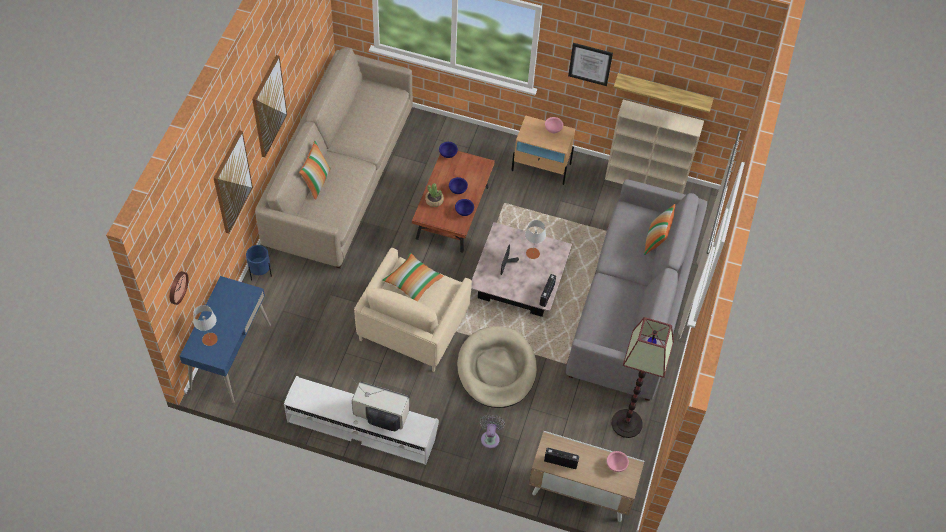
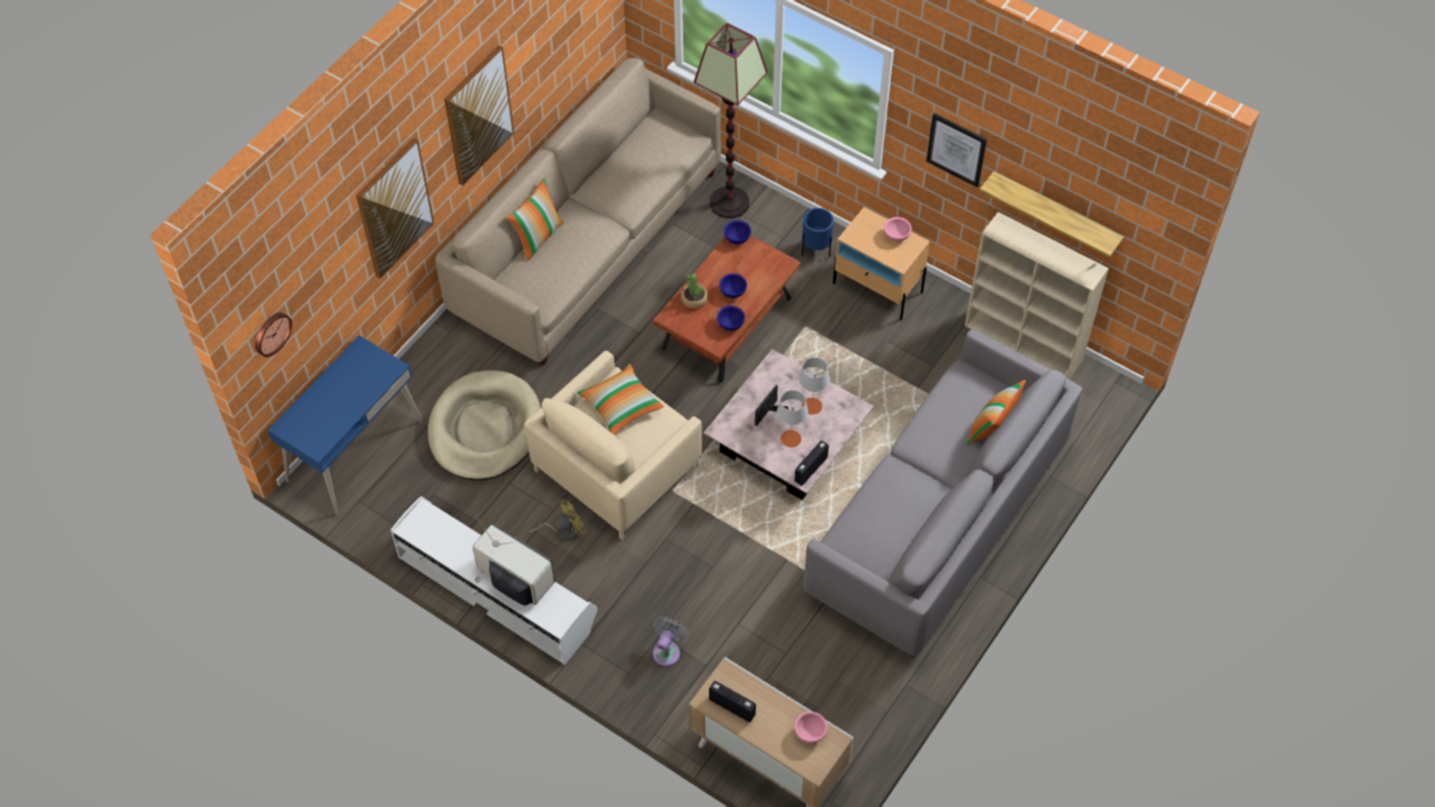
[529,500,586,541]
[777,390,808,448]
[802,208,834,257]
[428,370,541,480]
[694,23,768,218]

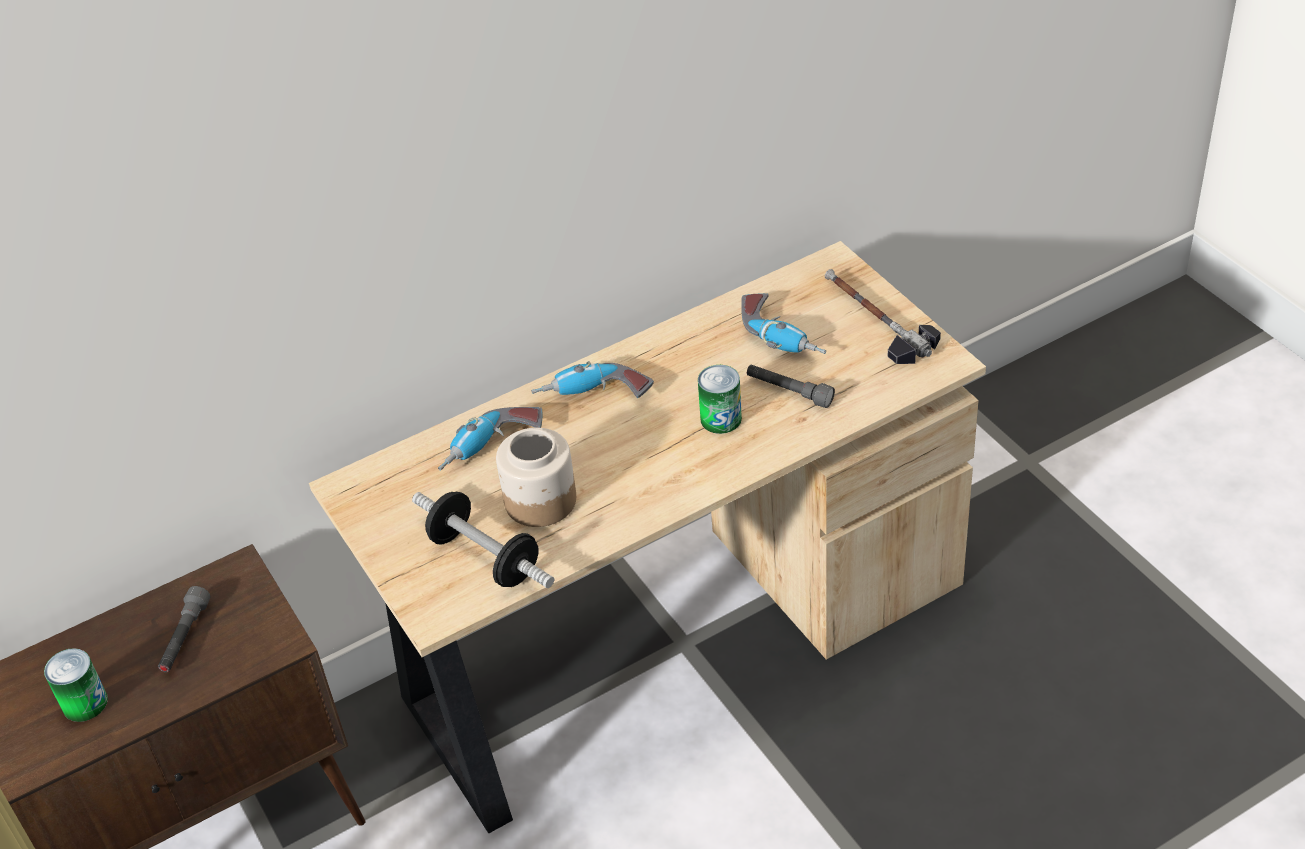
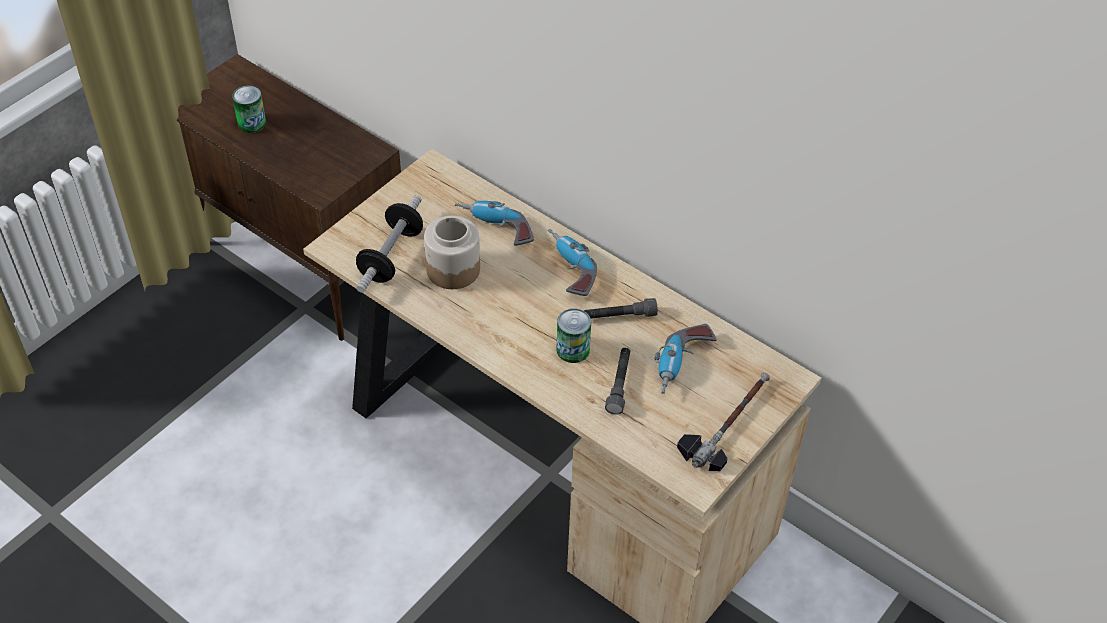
[584,298,658,319]

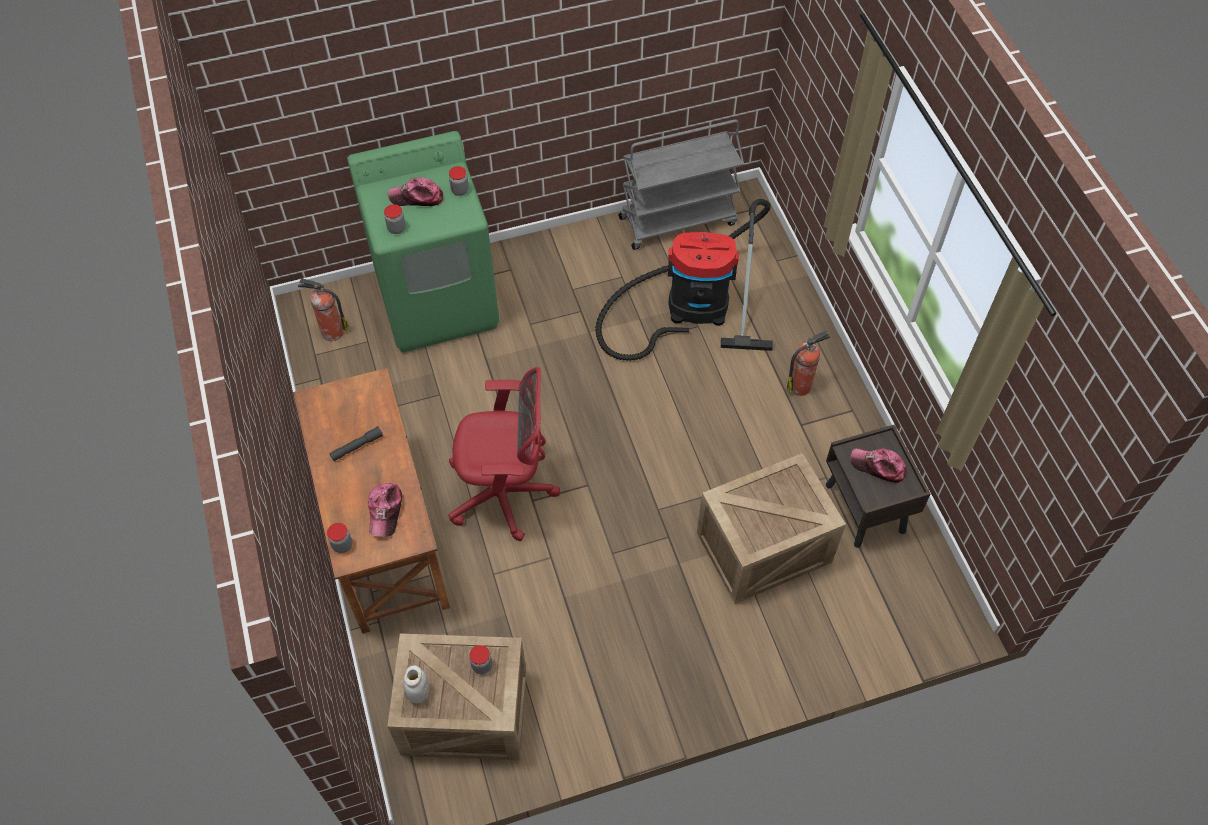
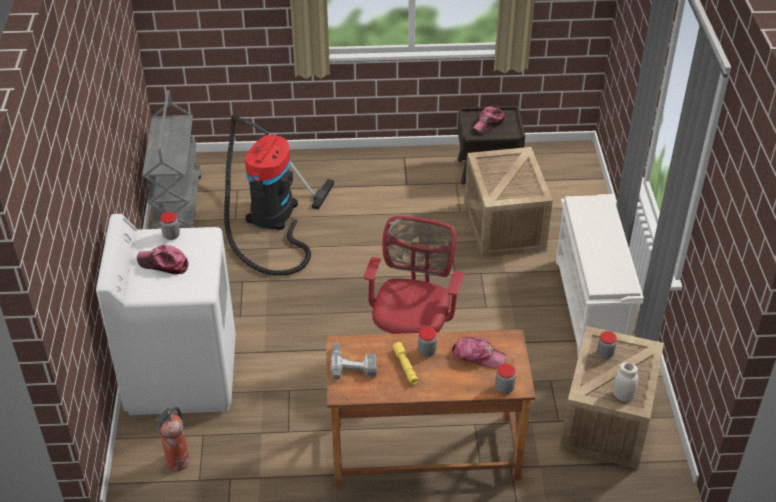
[787,331,830,396] (first image)
[331,342,377,380]
[556,194,644,357]
[418,327,437,356]
[392,342,418,385]
[96,214,236,415]
[137,245,188,274]

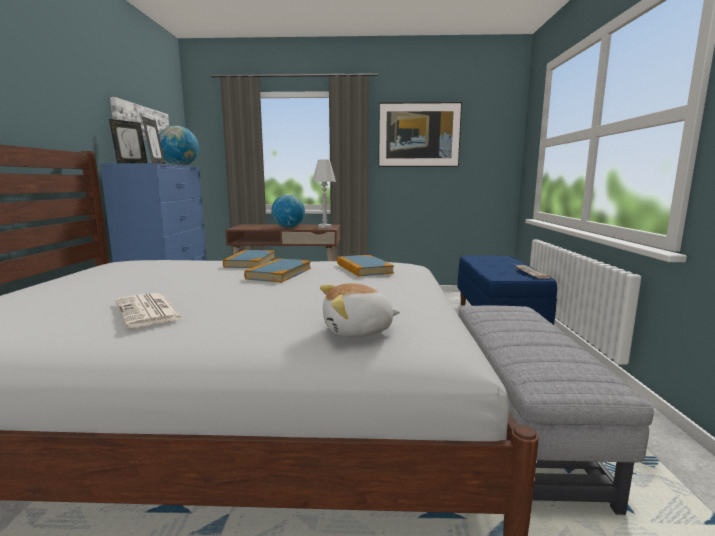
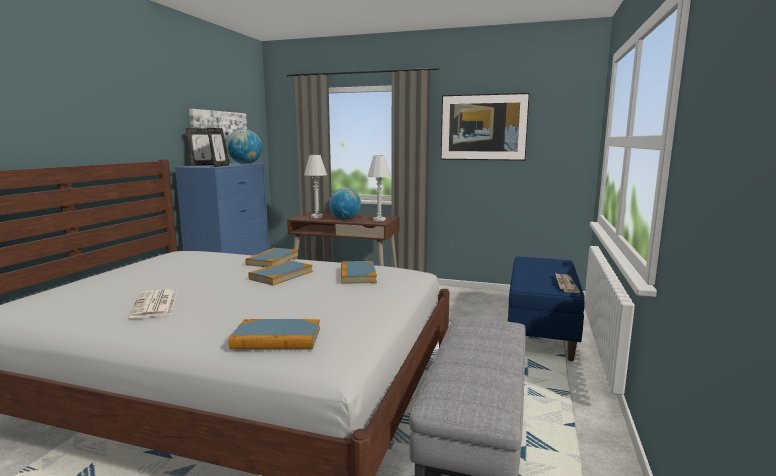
[304,155,327,218]
[228,319,320,349]

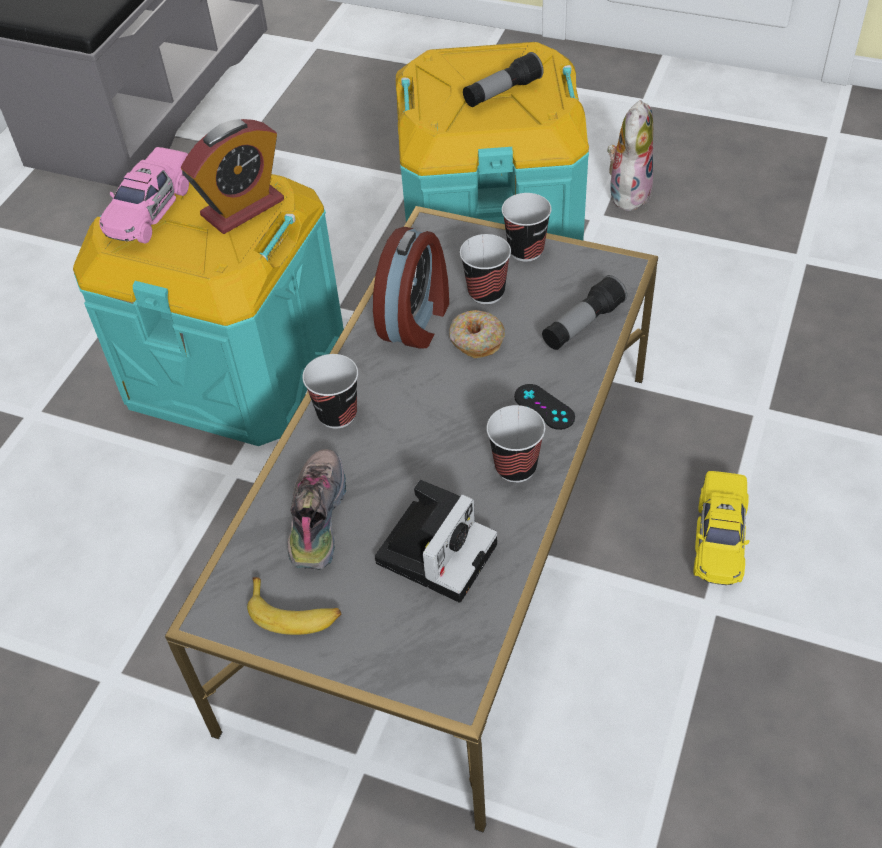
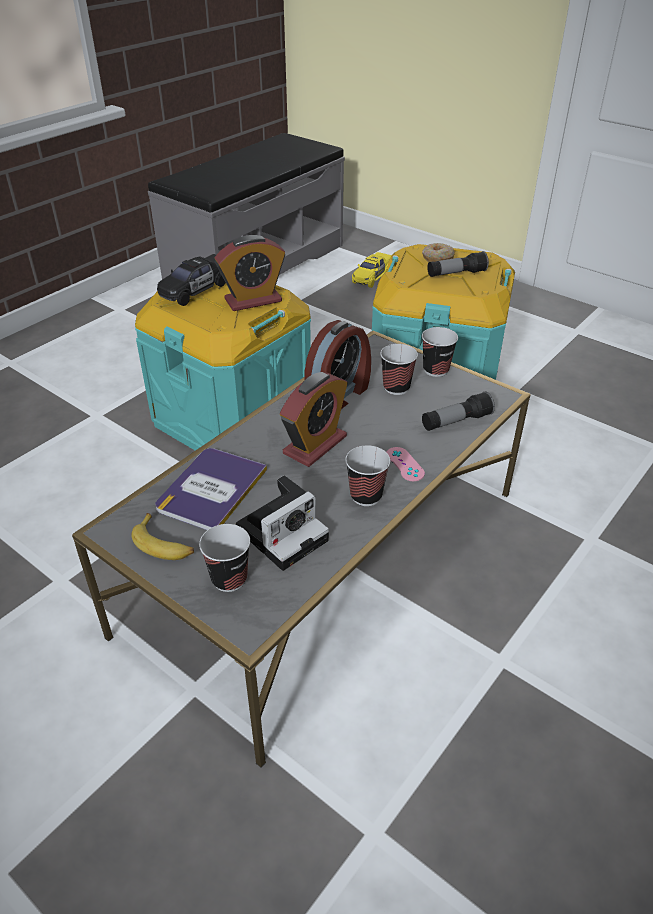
[607,100,653,211] (first image)
[280,372,348,467]
[199,524,250,592]
[422,243,455,262]
[352,252,391,288]
[155,448,267,530]
[157,254,226,306]
[386,447,425,481]

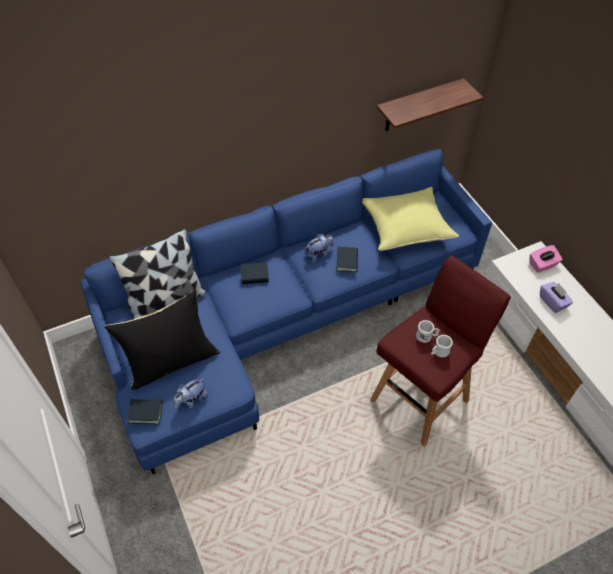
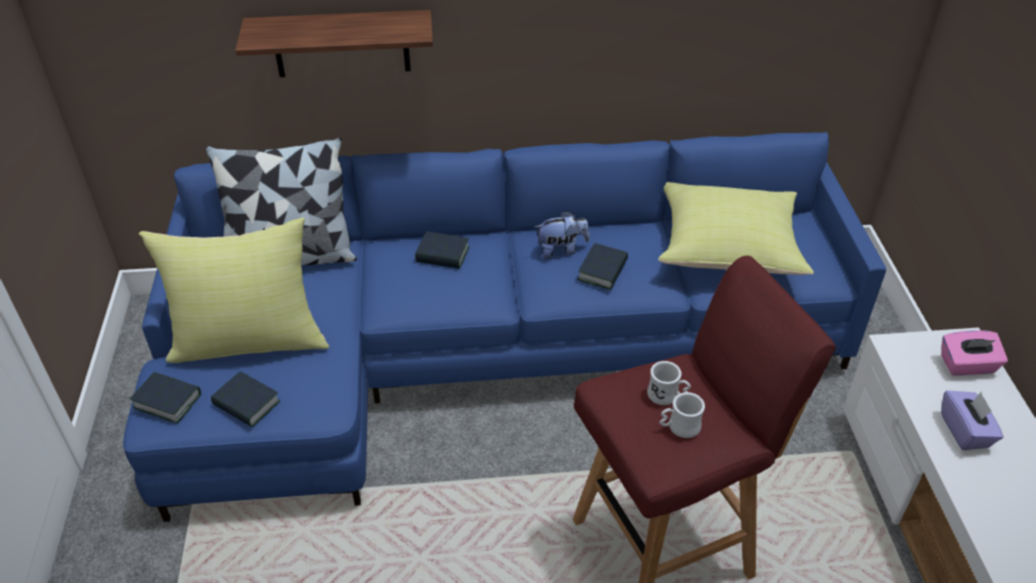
[235,10,433,77]
[211,372,280,427]
[139,218,329,363]

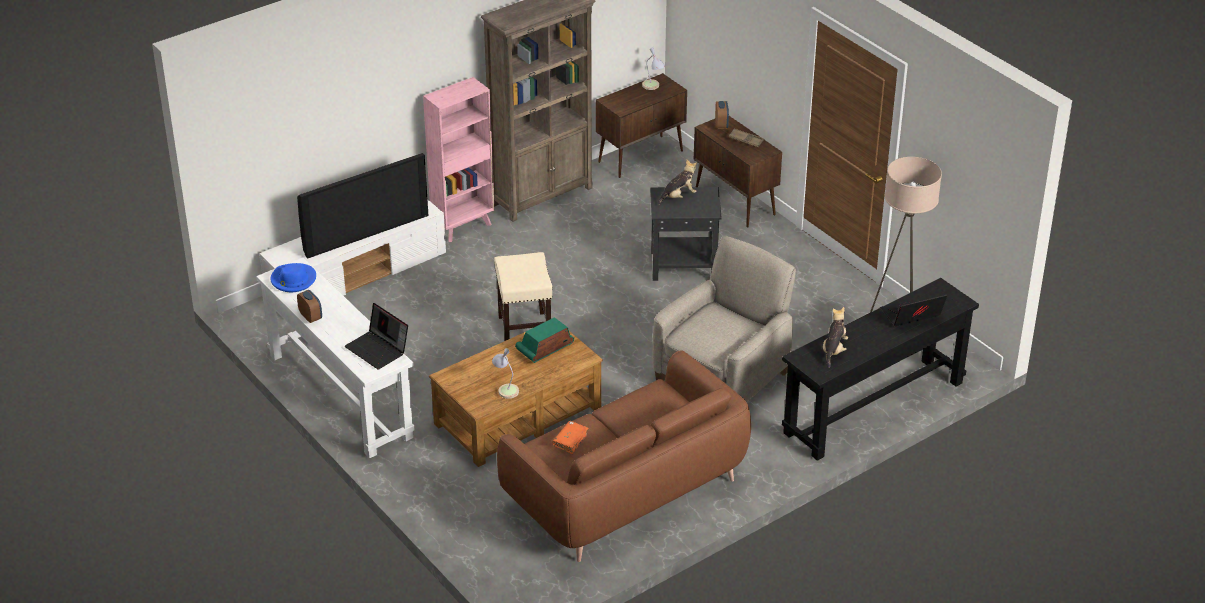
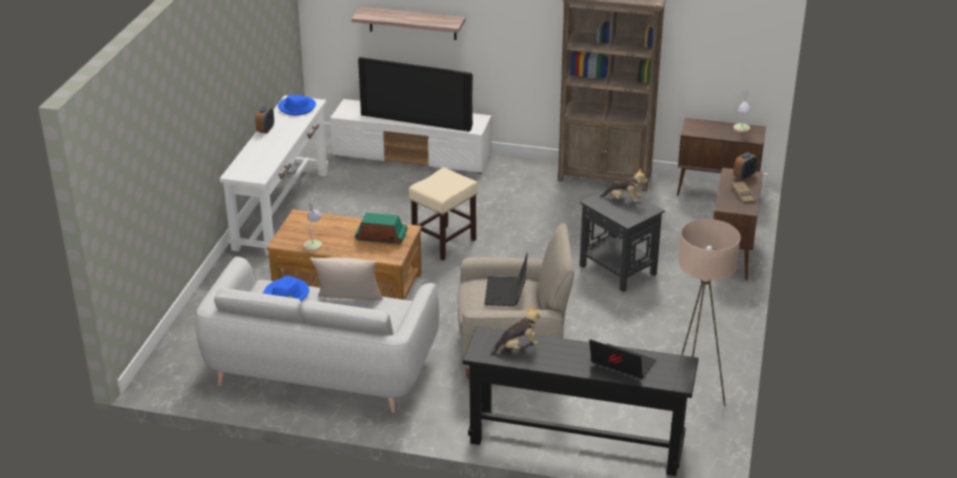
[423,77,494,242] (first image)
[310,257,383,300]
[351,7,466,40]
[484,254,528,306]
[263,276,309,301]
[196,257,439,413]

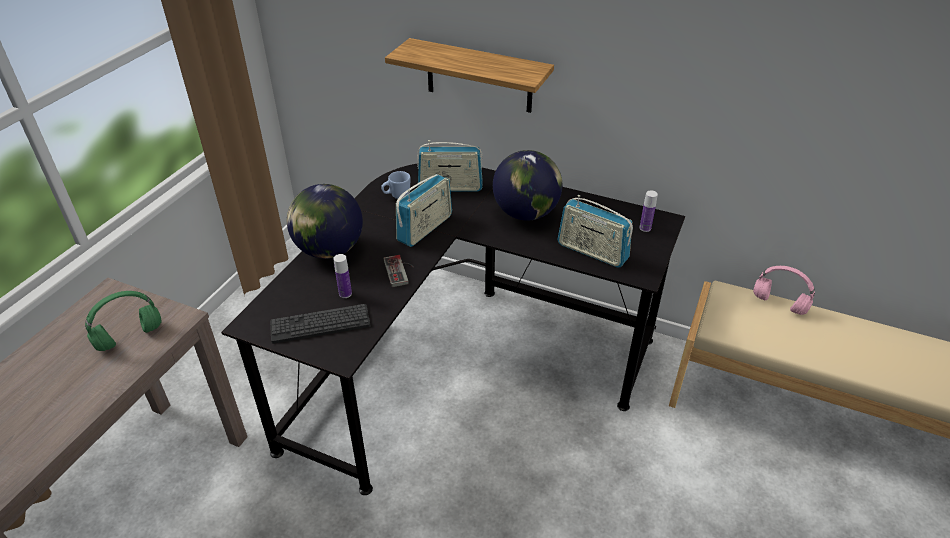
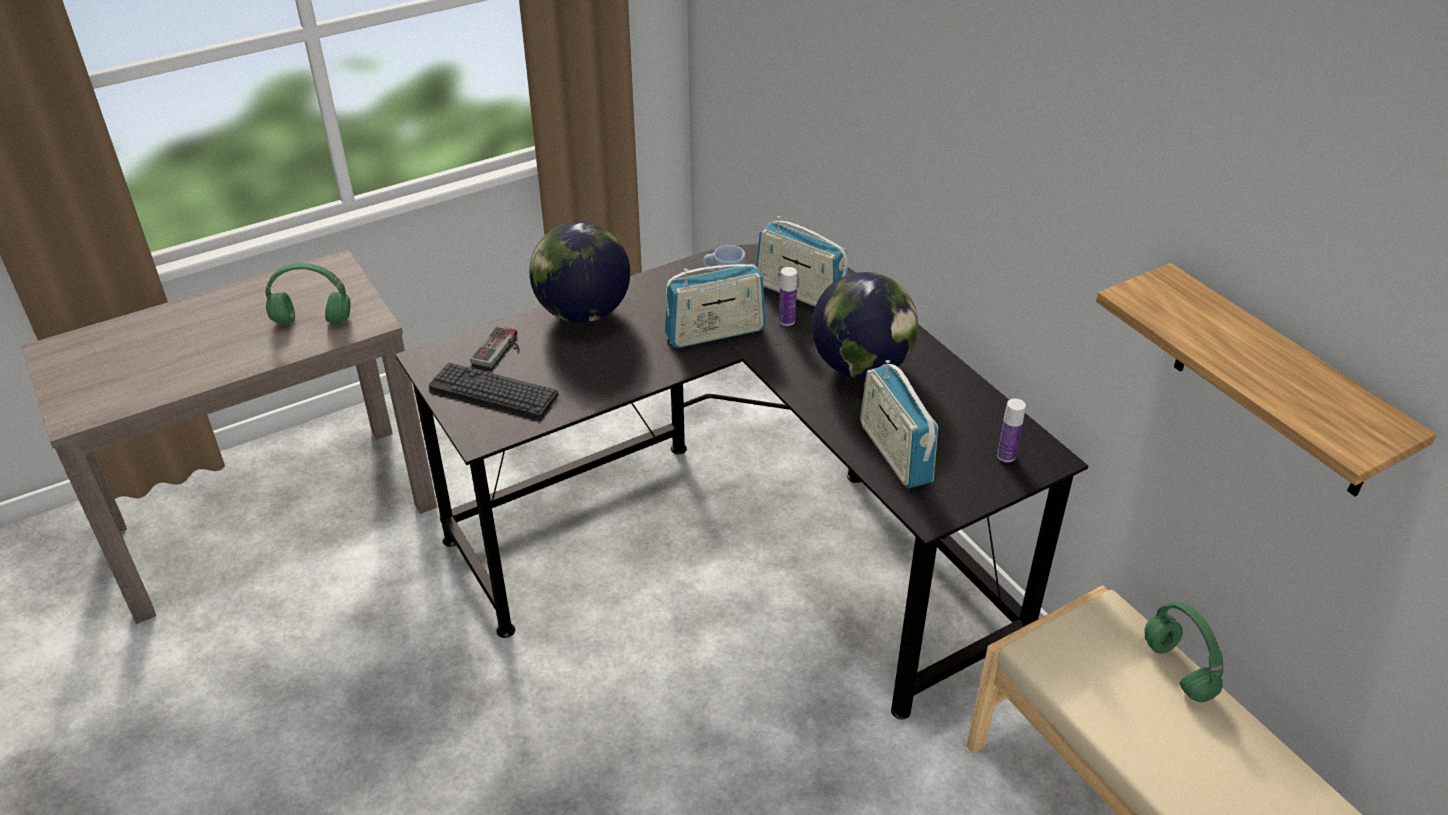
[779,267,797,326]
[470,326,519,368]
[1096,263,1436,496]
[1144,601,1223,702]

